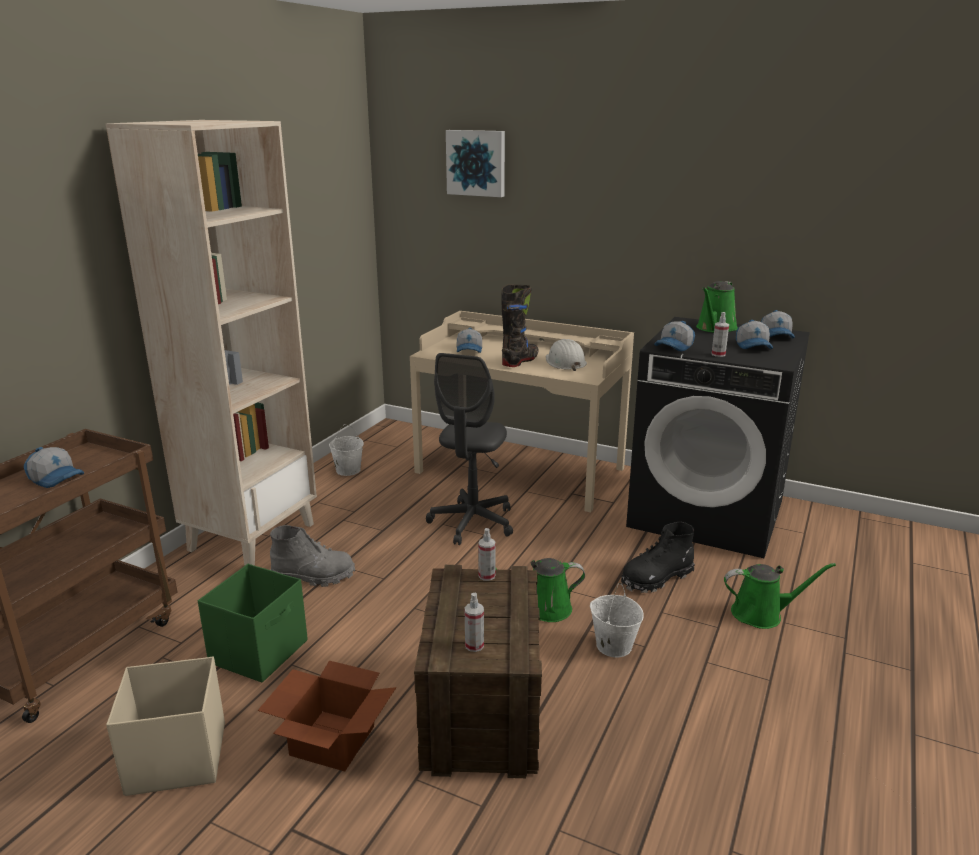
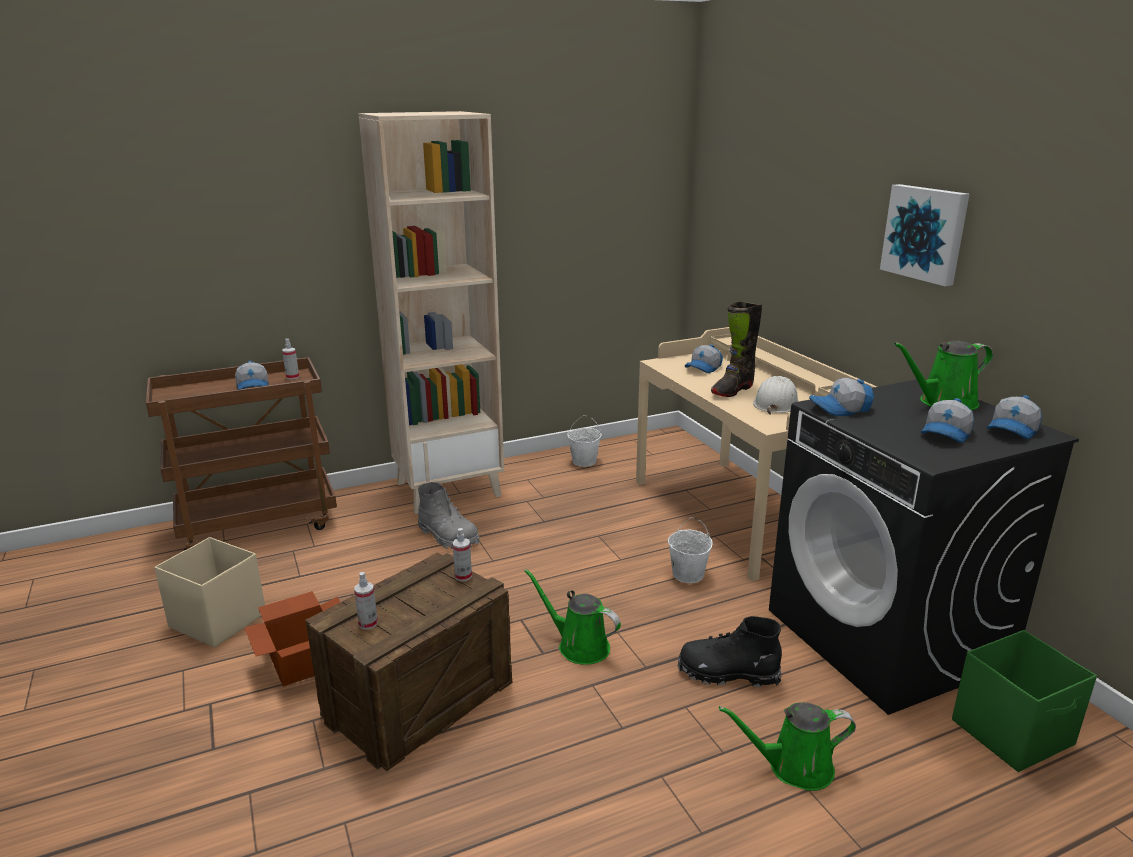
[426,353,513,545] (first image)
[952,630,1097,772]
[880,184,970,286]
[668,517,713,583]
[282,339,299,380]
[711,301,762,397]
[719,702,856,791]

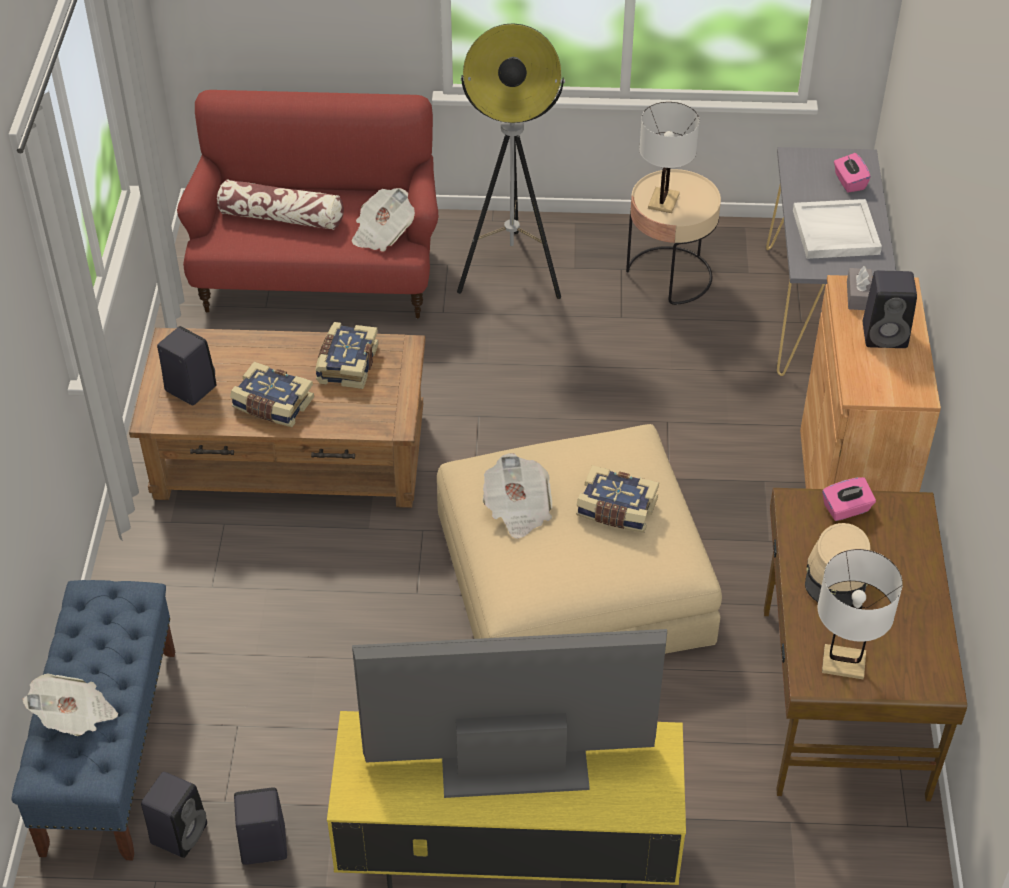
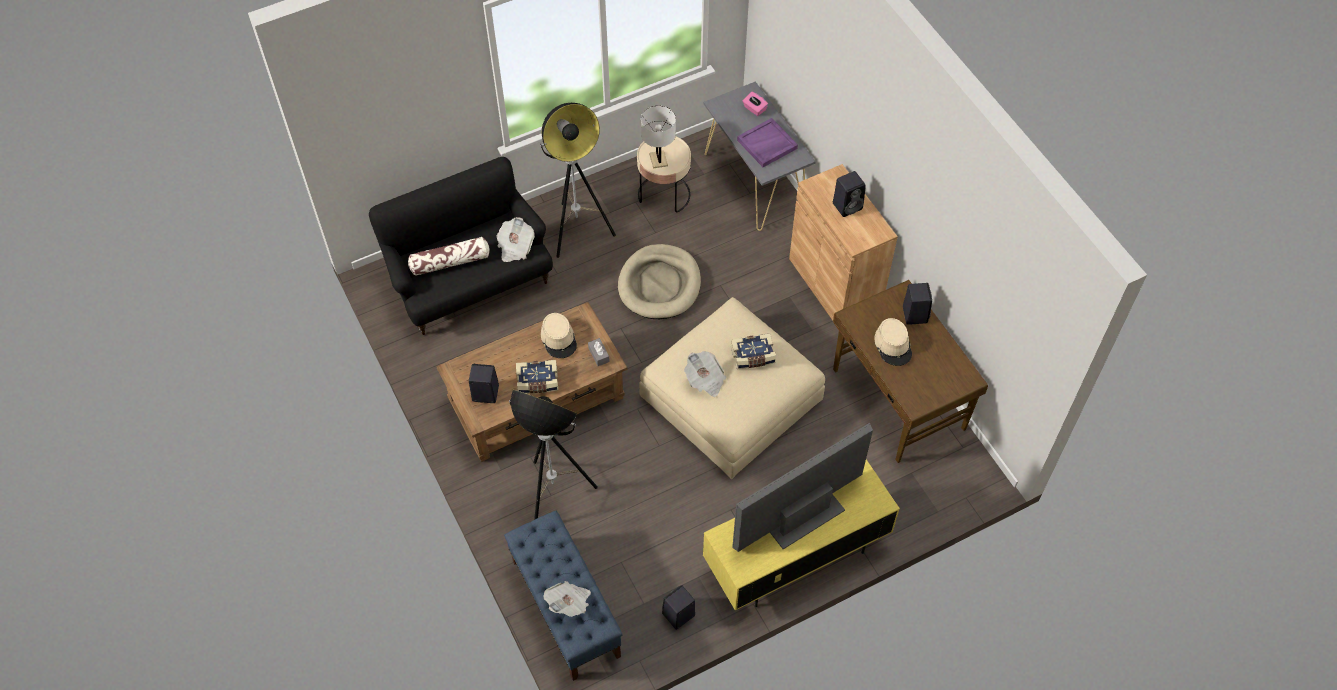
[817,549,903,679] (first image)
[822,477,876,521] (first image)
[509,390,598,520]
[618,244,701,319]
[903,283,932,325]
[588,338,610,366]
[541,313,577,358]
[369,157,553,335]
[737,118,798,167]

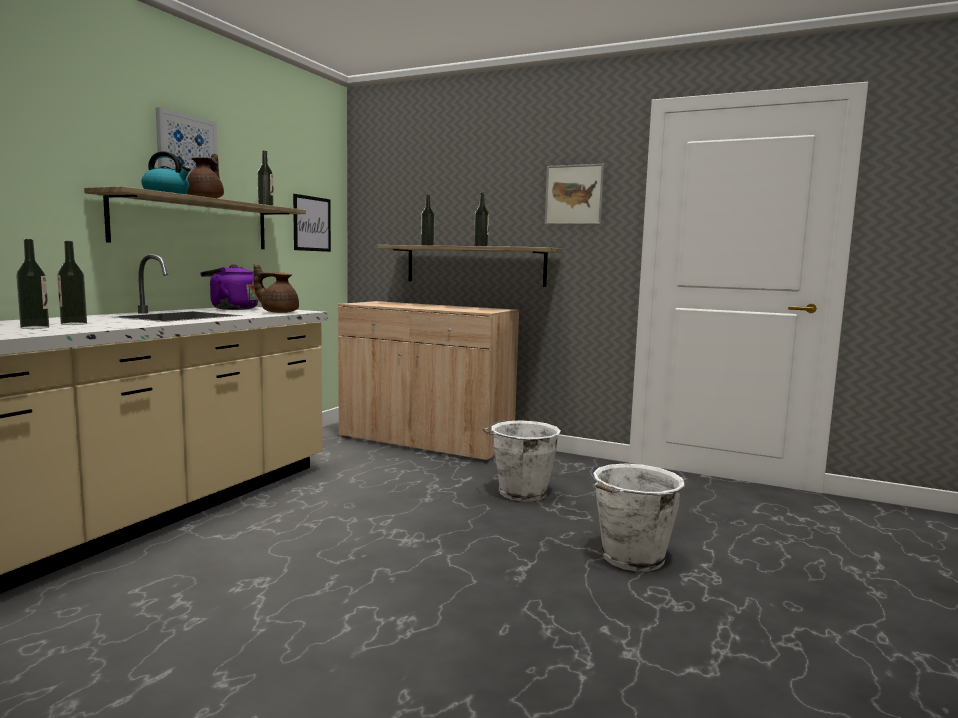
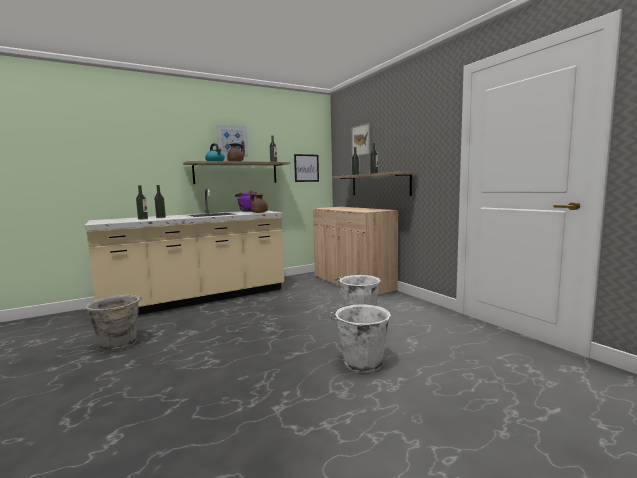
[84,295,142,352]
[352,123,370,156]

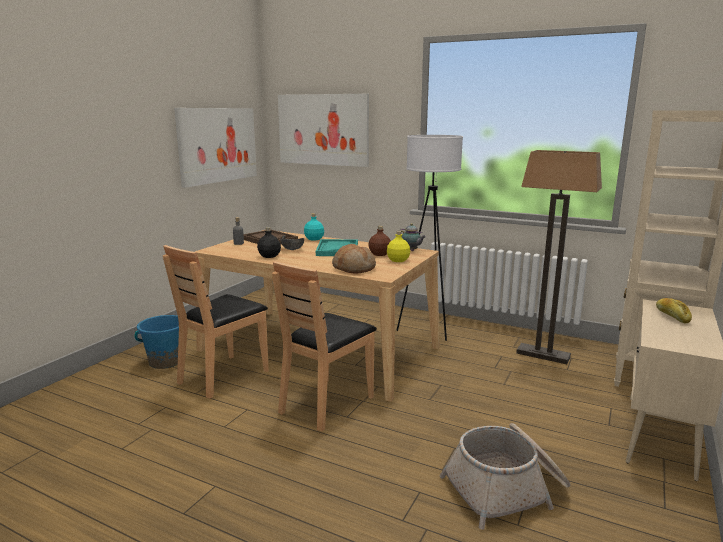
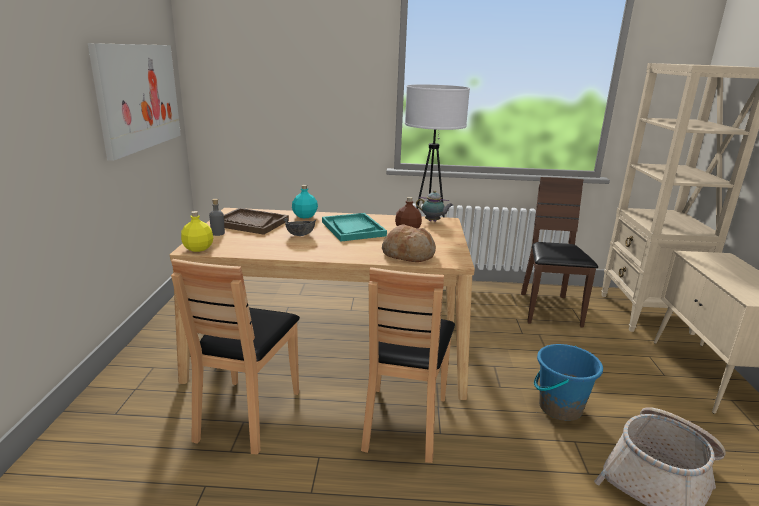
[257,227,281,258] (first image)
[278,94,369,167] (first image)
[656,298,692,324] (first image)
[534,344,603,421]
[181,211,213,252]
[521,177,598,328]

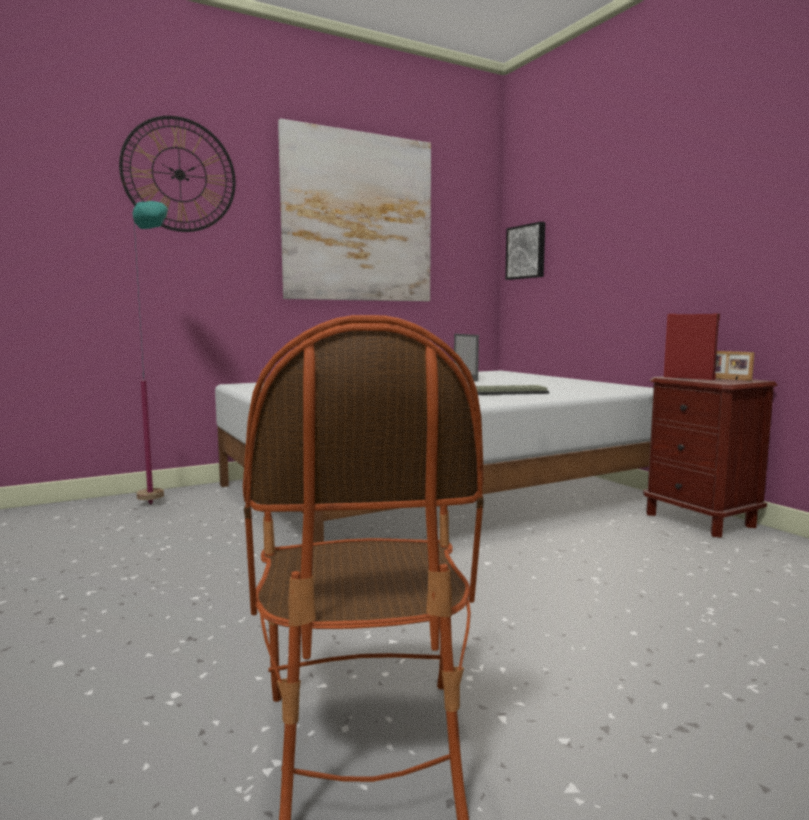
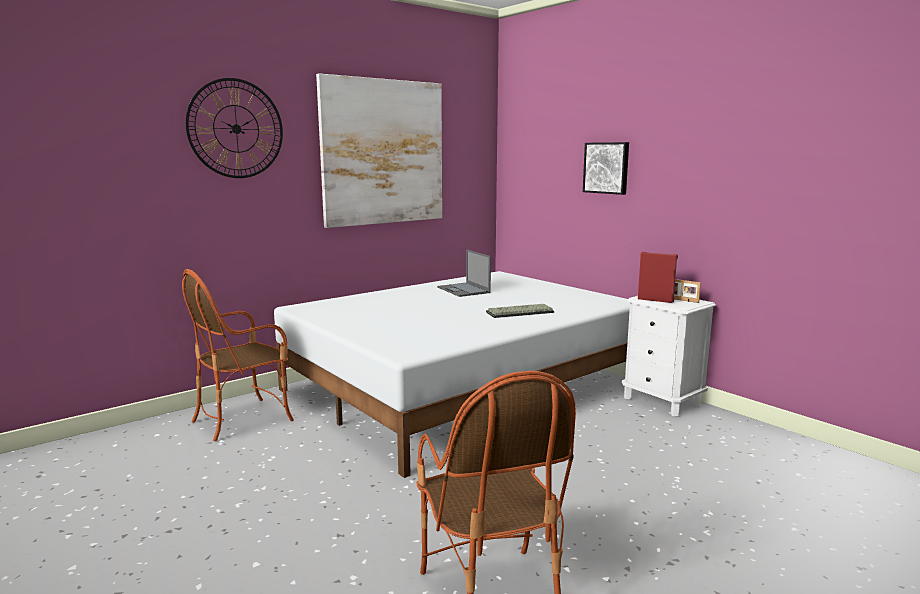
[583,142,629,195]
[182,269,294,441]
[622,296,716,416]

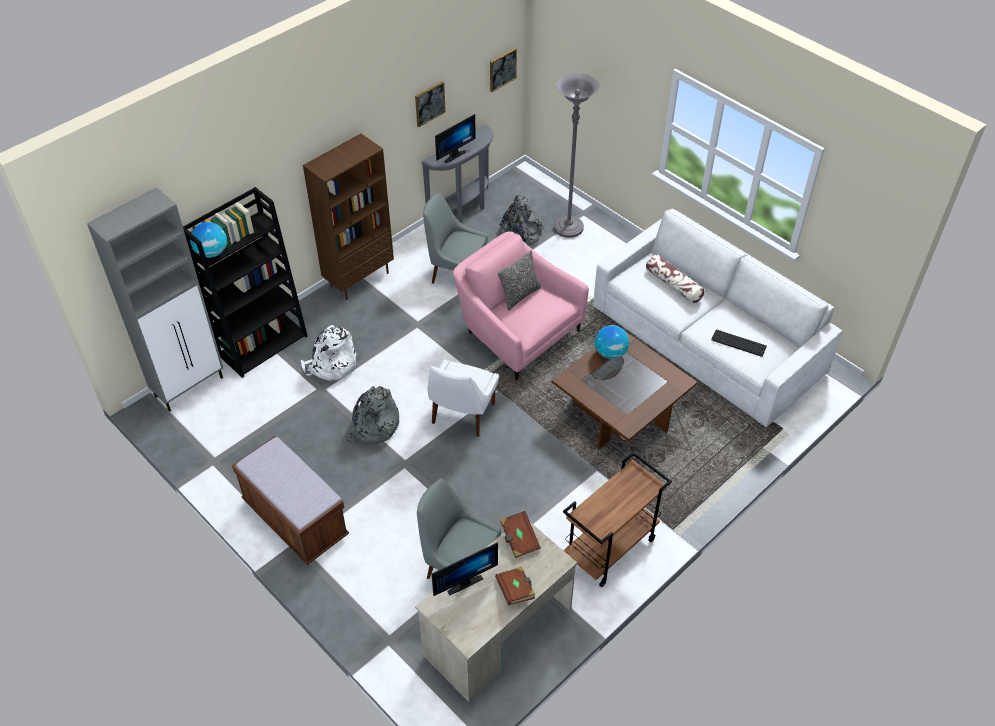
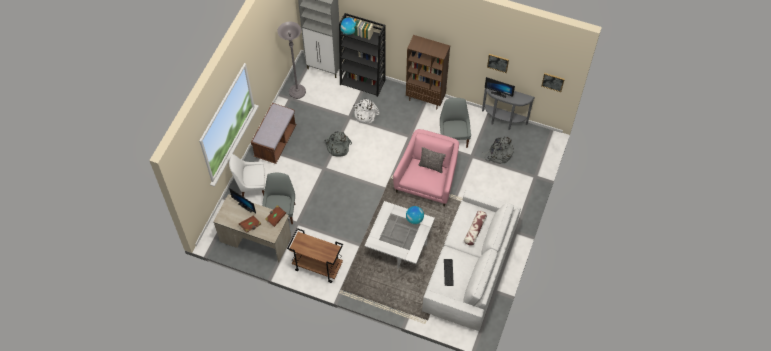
[229,154,265,197]
[277,22,306,99]
[364,201,435,268]

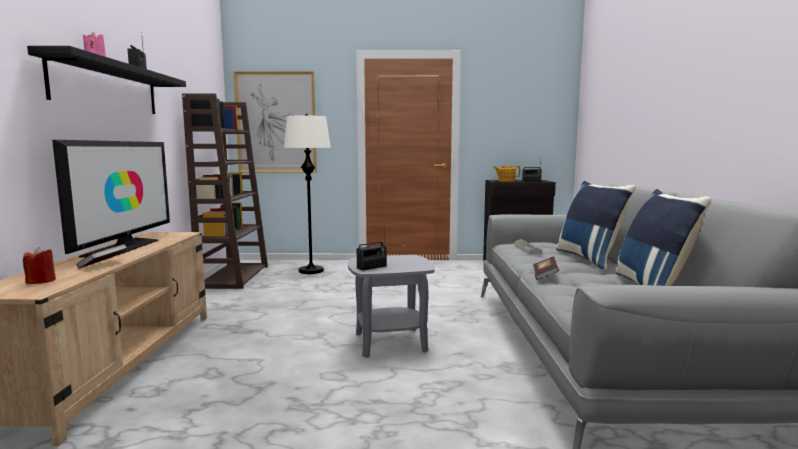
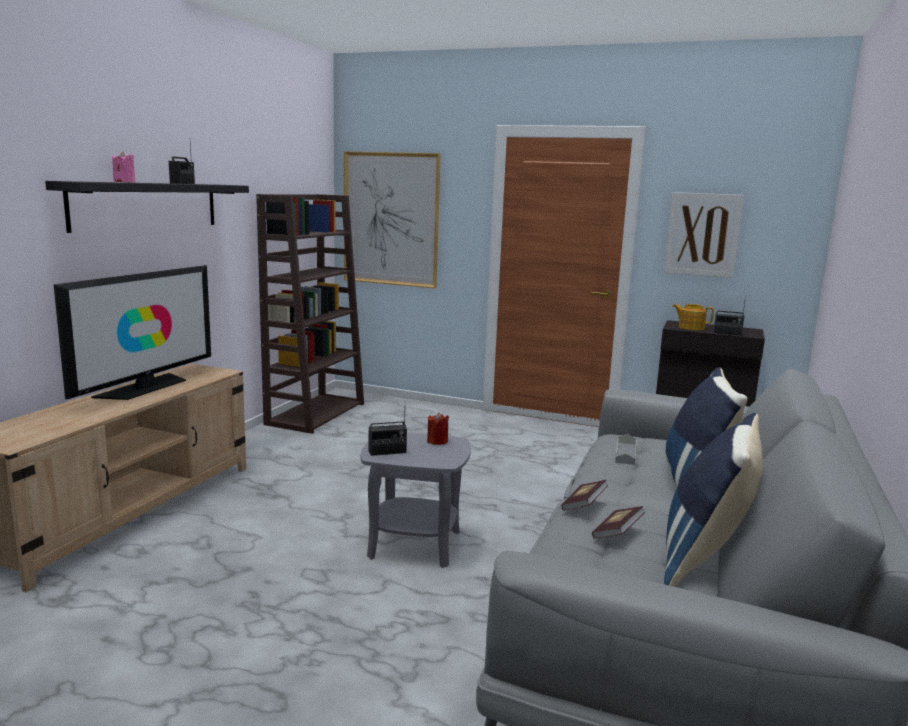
[284,114,331,274] (first image)
[664,192,744,278]
[427,412,449,445]
[592,506,645,539]

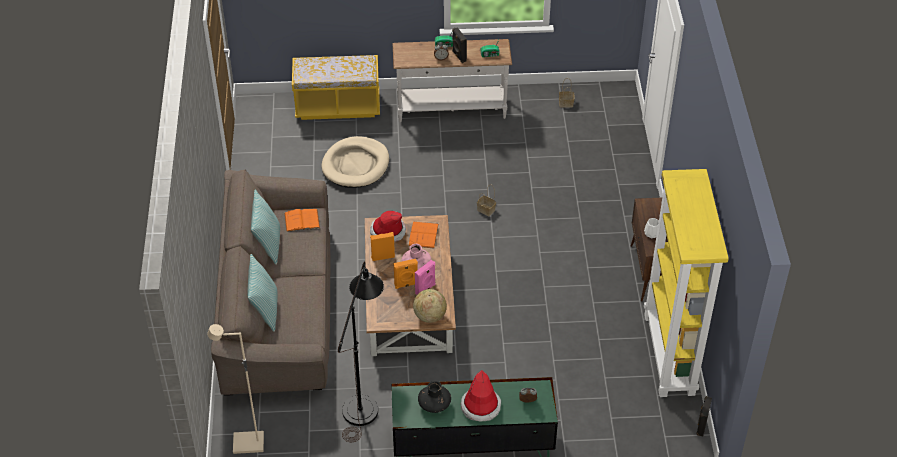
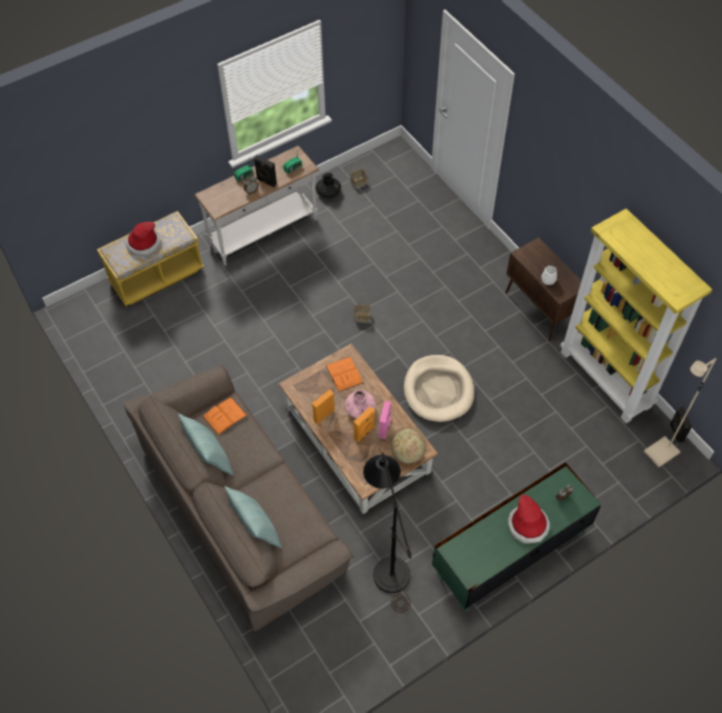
[644,358,716,467]
[404,355,474,422]
[125,222,161,256]
[316,173,341,198]

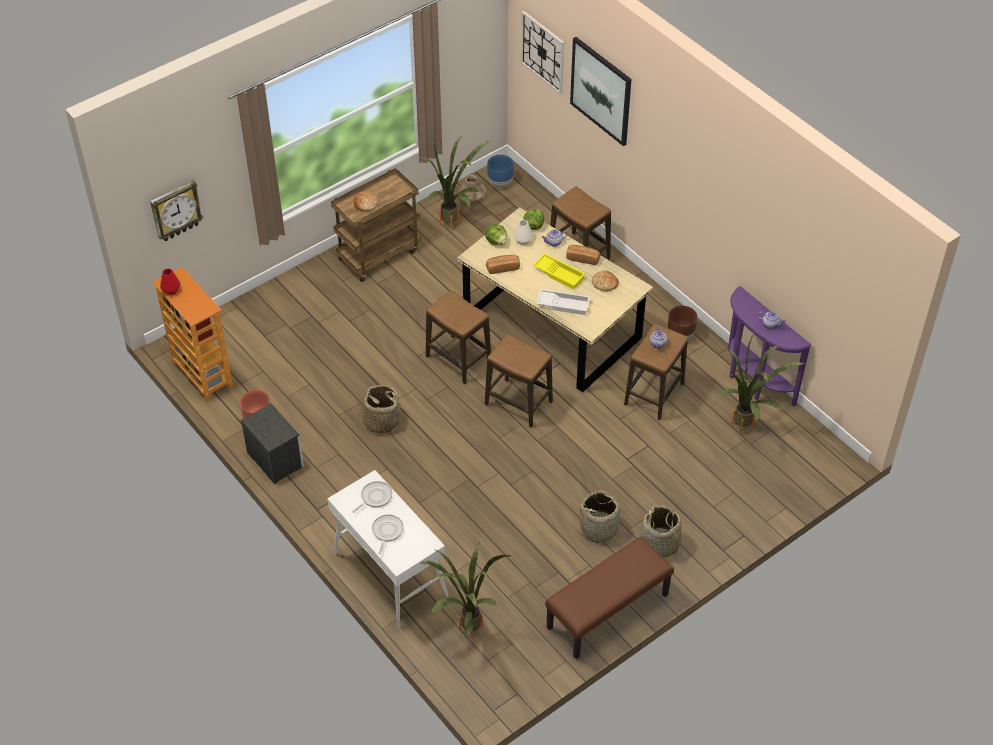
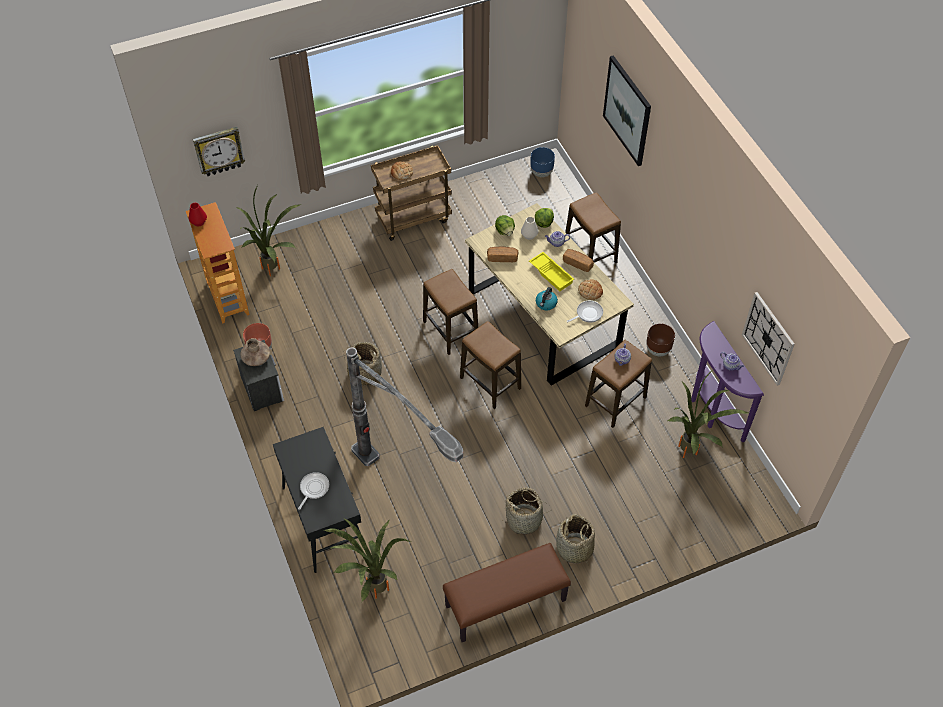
[346,347,463,466]
[567,301,603,323]
[236,185,301,276]
[240,338,270,366]
[742,292,795,386]
[536,287,558,310]
[273,427,361,573]

